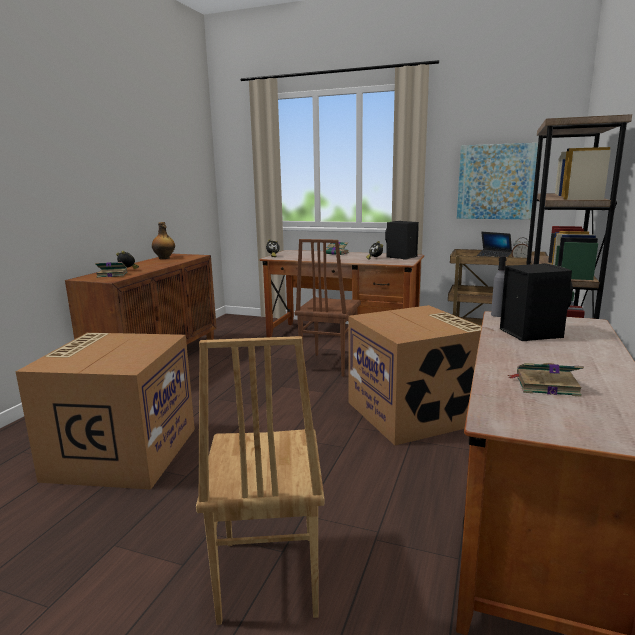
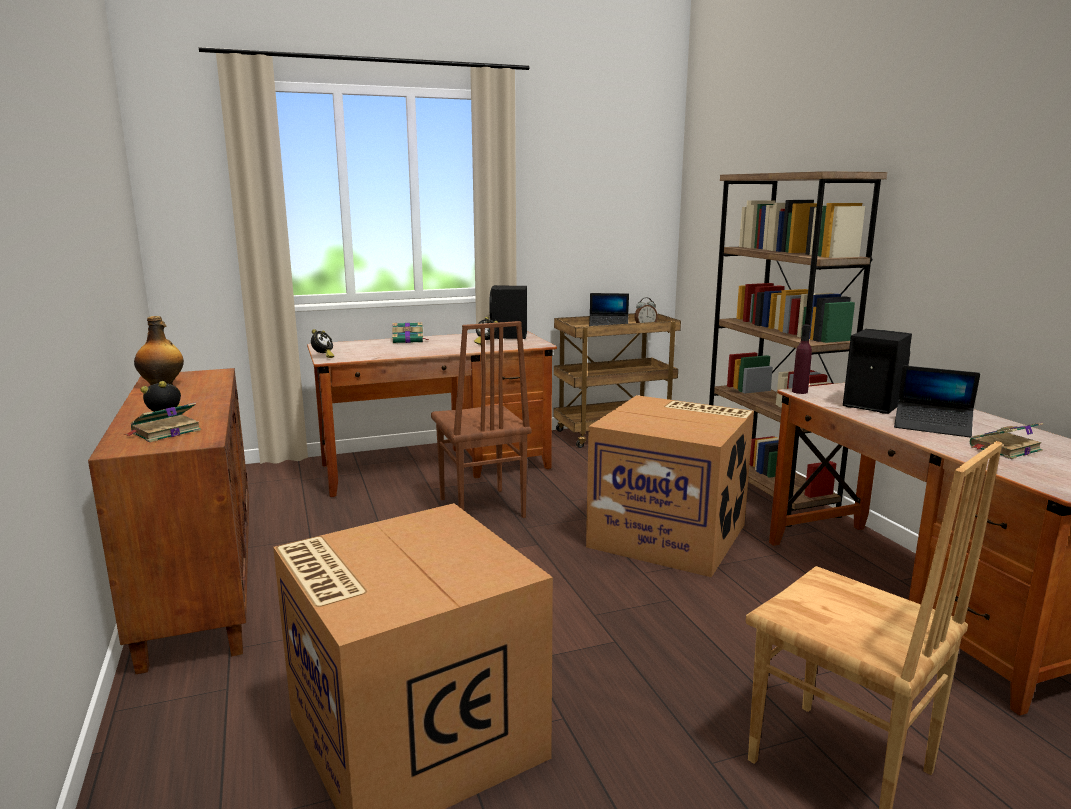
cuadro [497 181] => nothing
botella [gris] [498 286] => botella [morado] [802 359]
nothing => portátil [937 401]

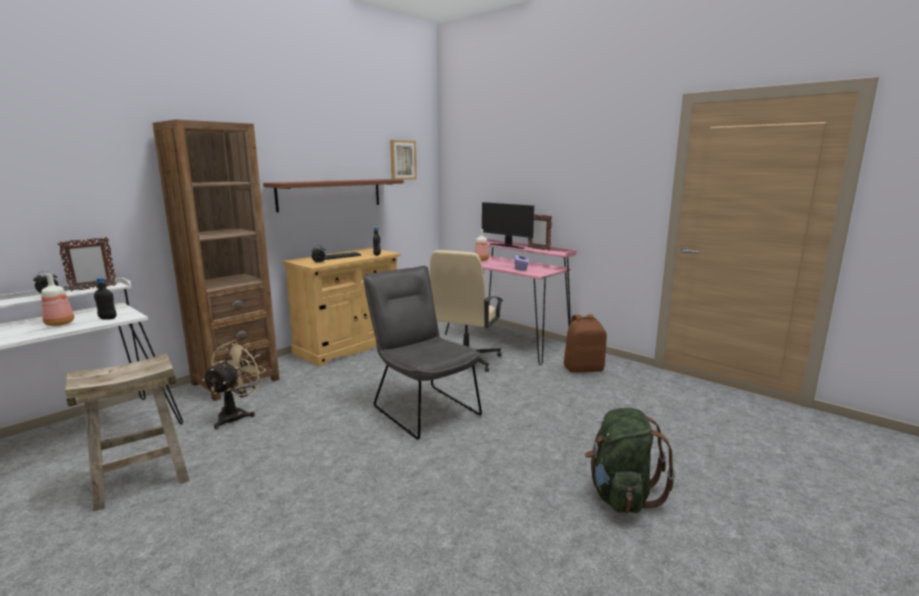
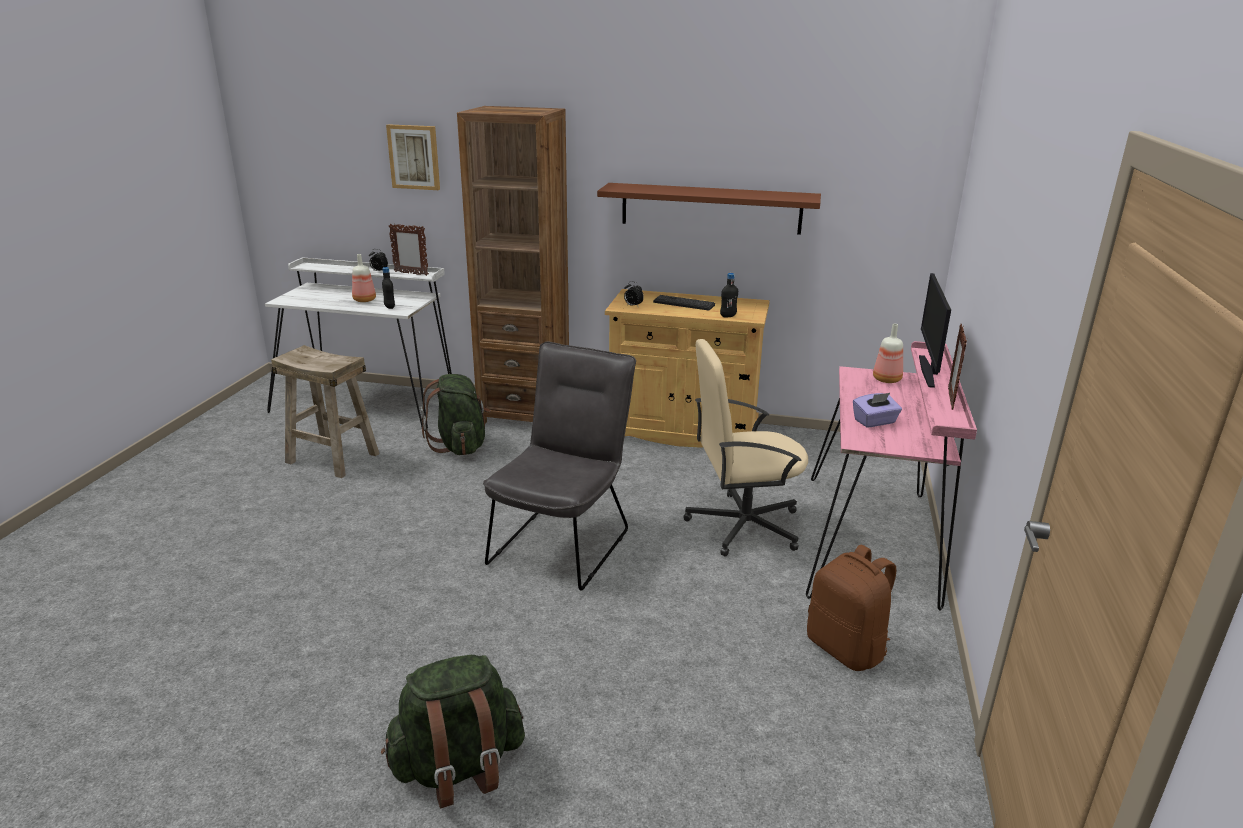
cuadro [403 160] => cuadro [413 157], move
ventilador [beis] [234 384] => mochila [verde] [456 414]

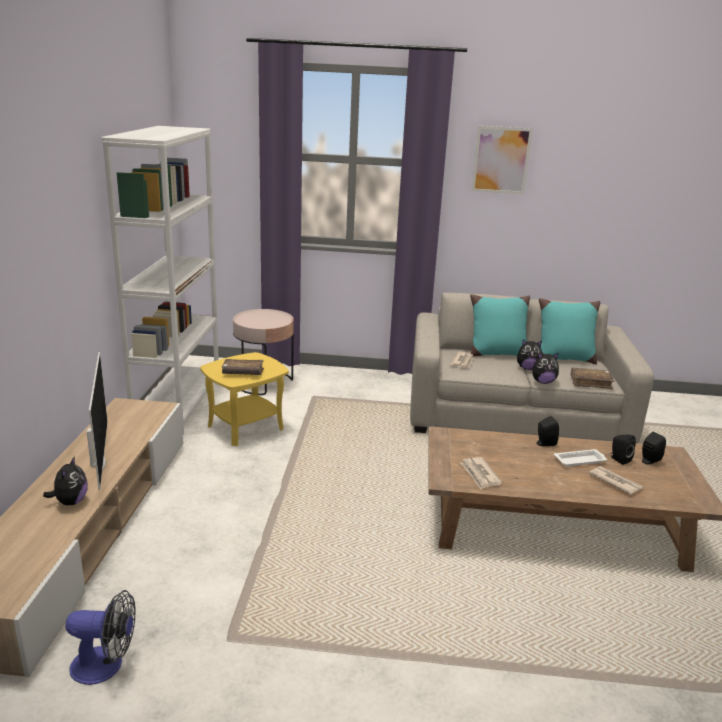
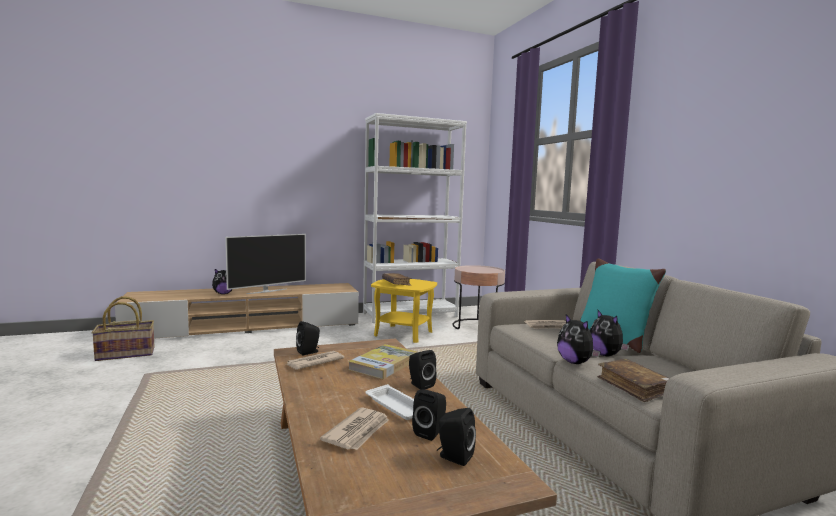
cuadro [502 160] => nothing
cojín [turquesa] [569 331] => nothing
ventilador [100 637] => cesta [123 328]
nothing => altavoz [negro] [308 338]
nothing => libro [383 361]

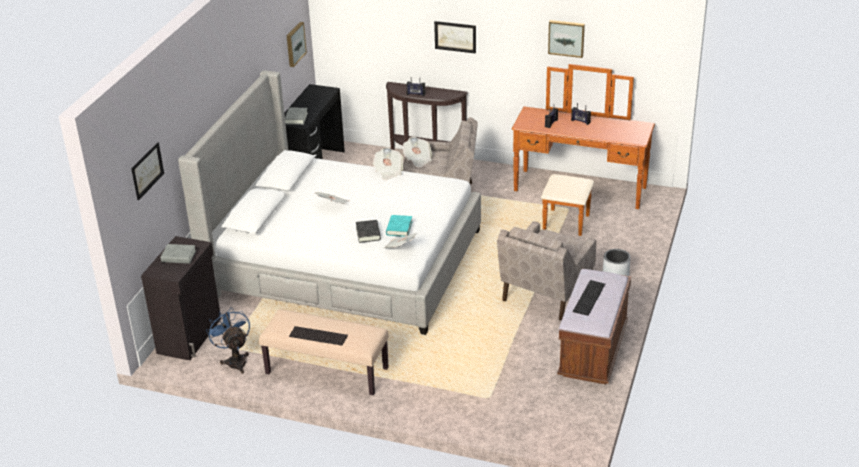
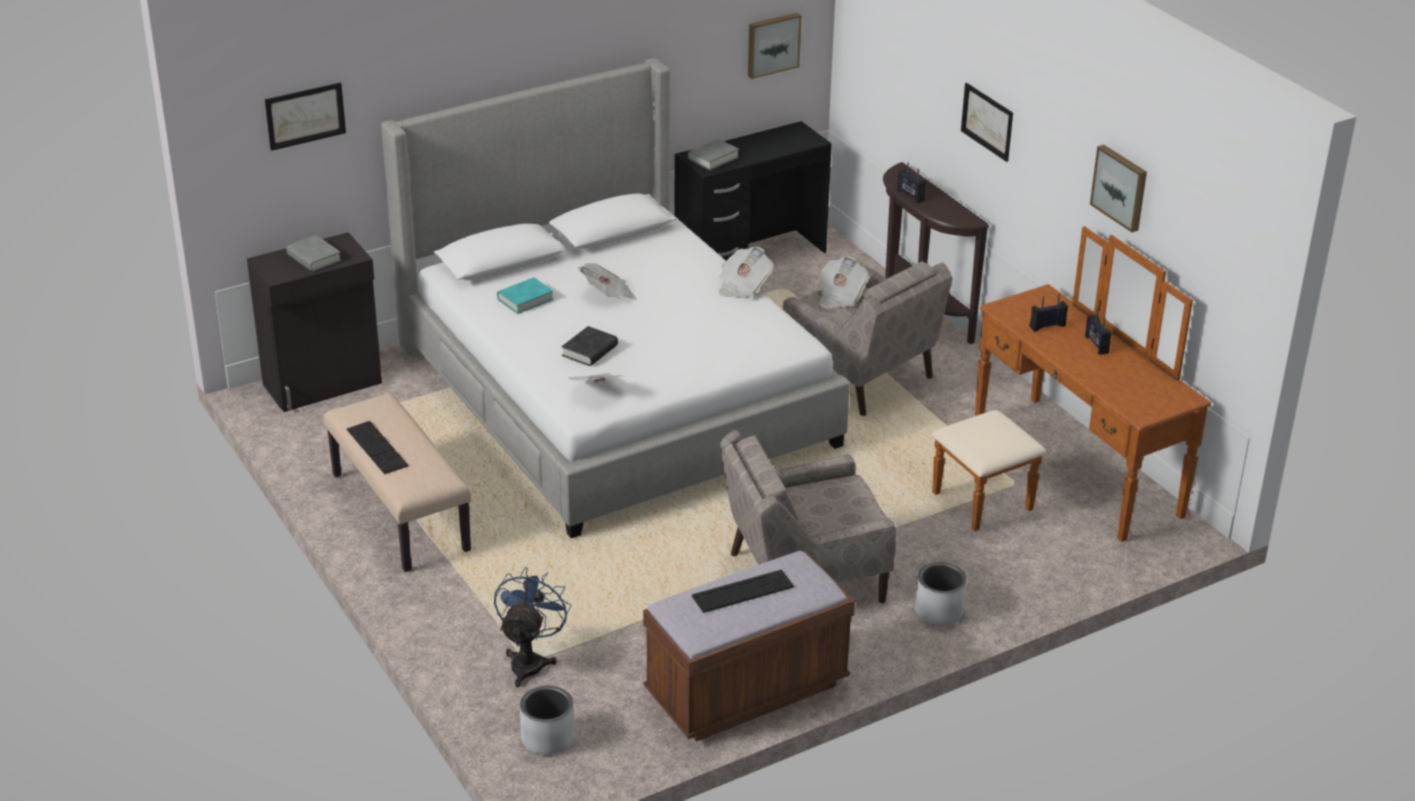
libro [turquesa] [399 226] => libro [turquesa] [525 296], move
ventilador [azul] [228 340] => ventilador [azul] [532 627], move
nothing => maceta [gris] [547 720]

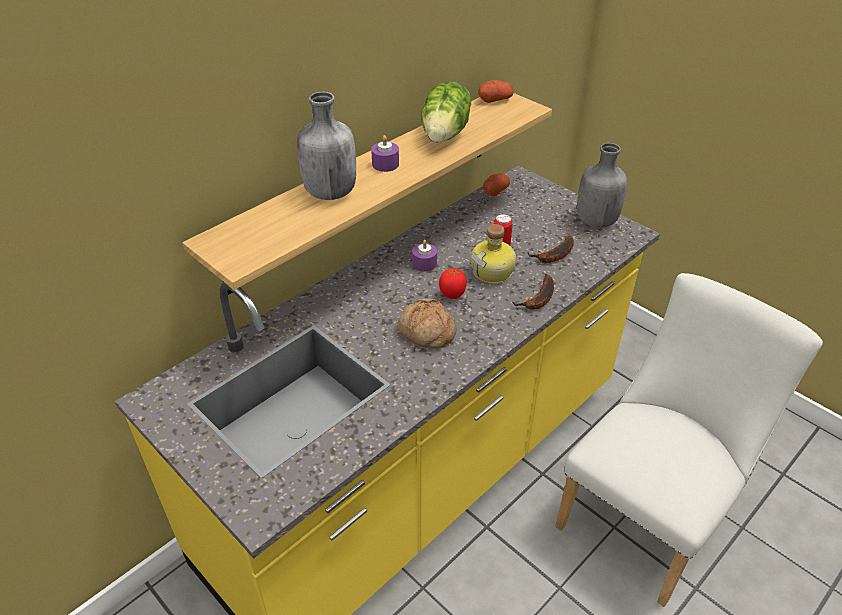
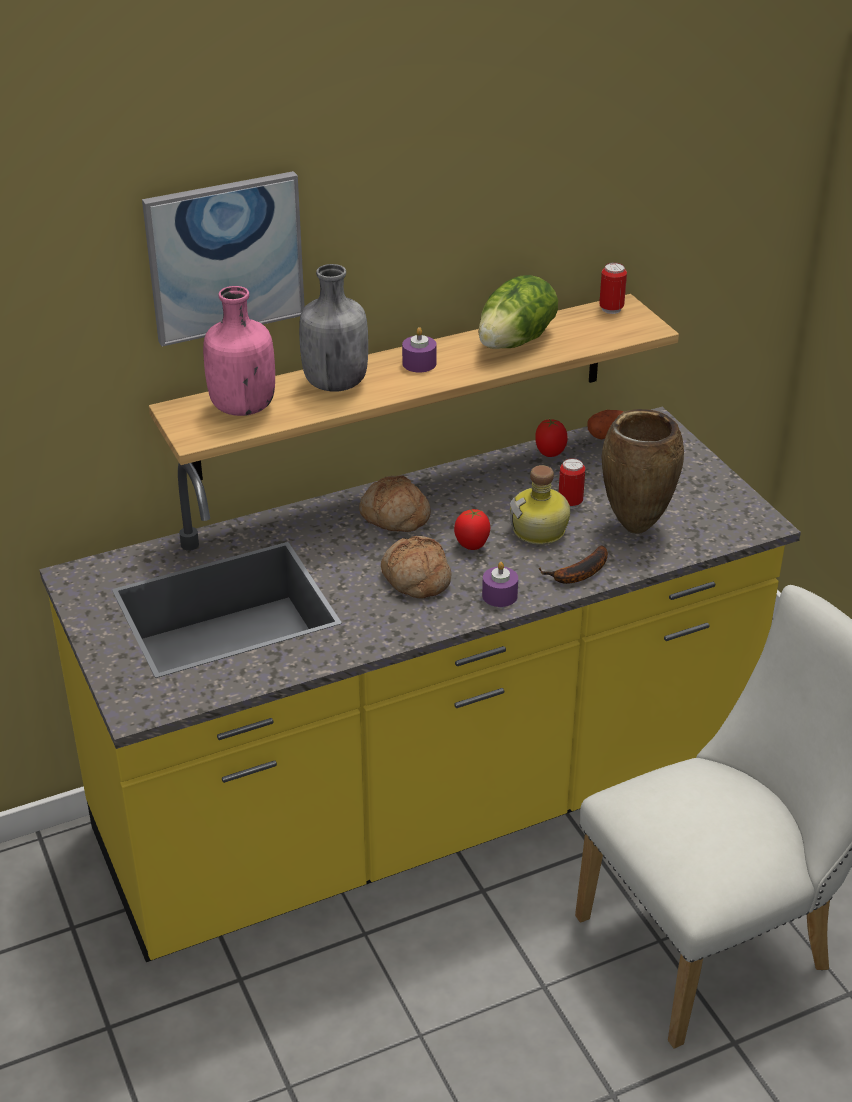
patata [496 91] => lata [613 288]
botella [gris] [602 185] => nothing
plátano [550 249] => florero [marrón] [642 471]
vela [morado] [424 256] => vela [morado] [500 584], move
nothing => cuadro [223 258]
nothing => botella [rosa] [239 351]
nothing => tomate [551 438]
nothing => pan [395 503]

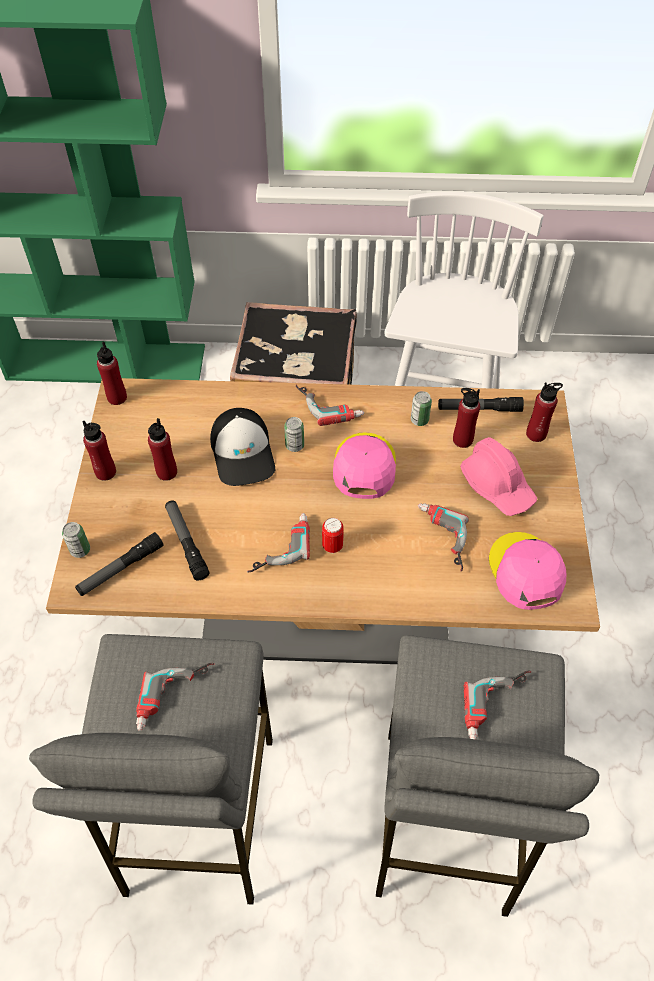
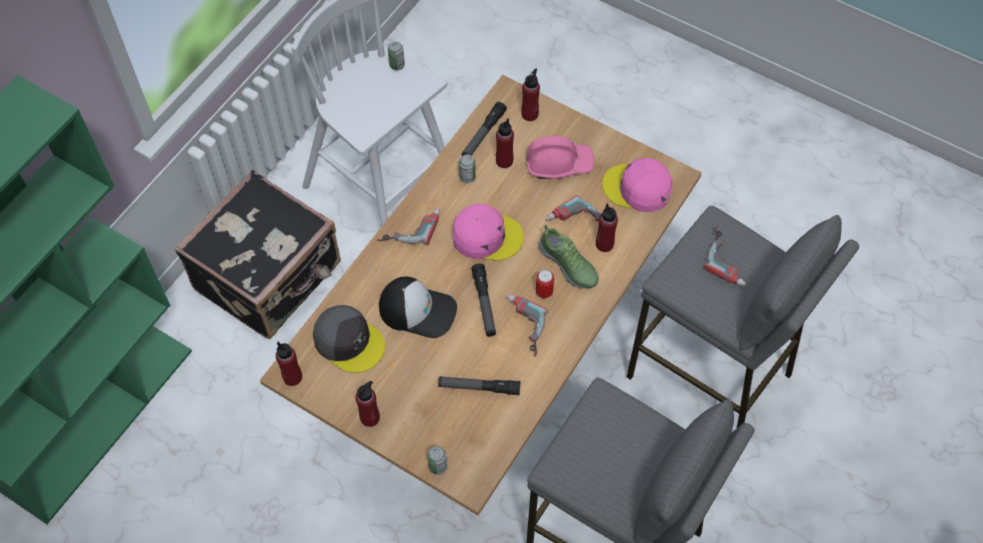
lata [294 434] => lata [396 55], move
botella [rojo] [162 449] => botella [rojo] [607 227], move
gorra [rosa] [364 465] => gorra [rosa] [488 232], 150 degrees clockwise
linterna [119 564] => linterna [483 300], move
taladro [175 697] => nothing
nothing => zapato [568 257]
nothing => gorra [gris] [349 339]

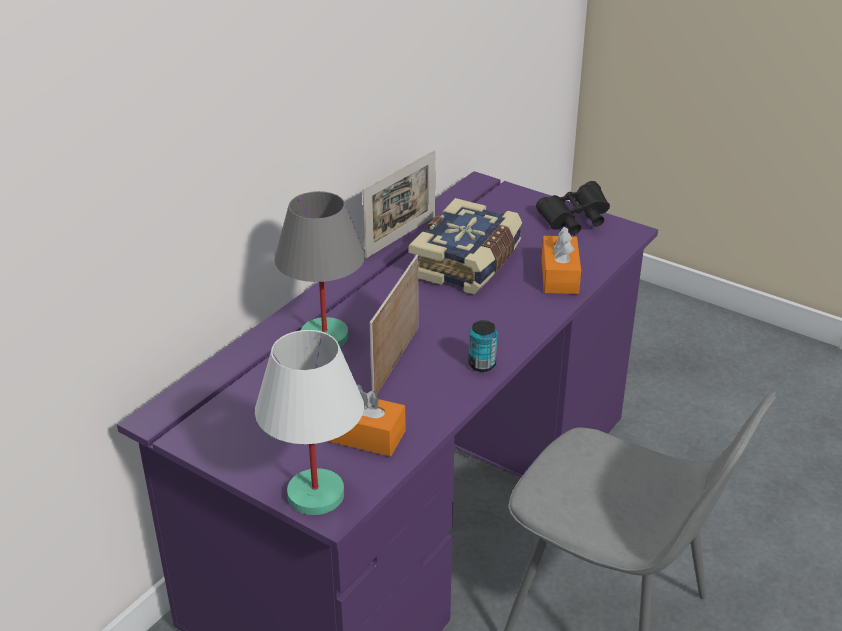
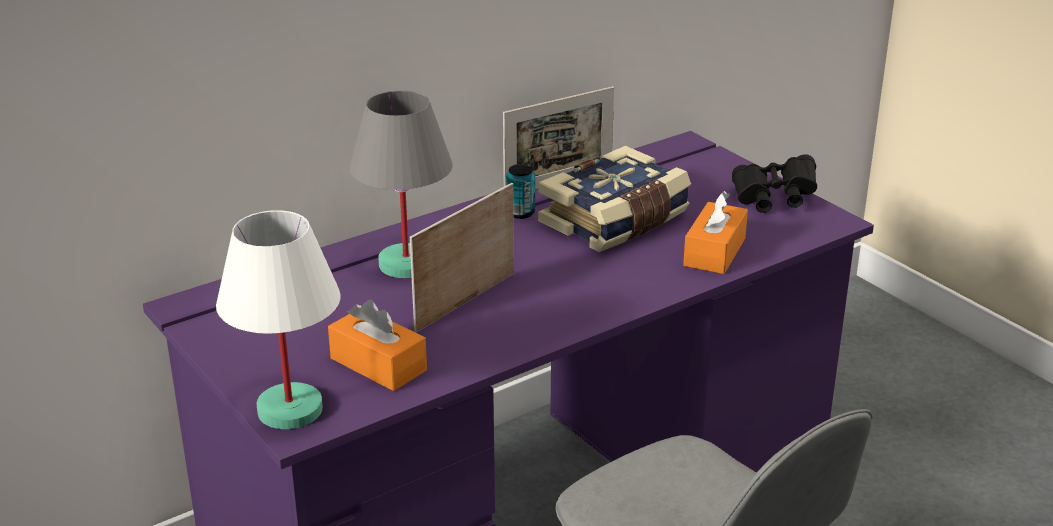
lata [483 346] => lata [520 191], move

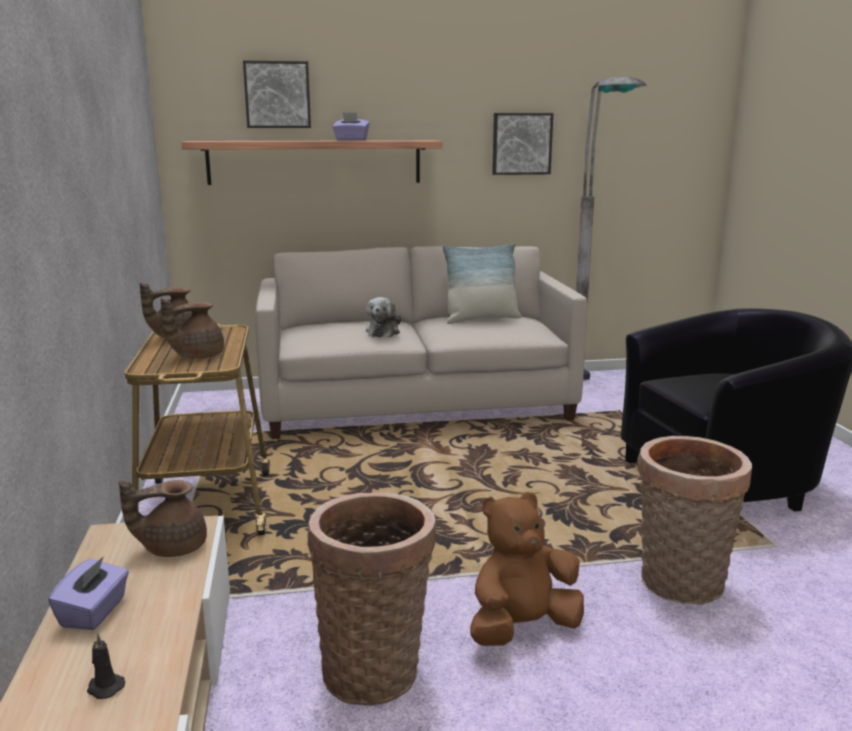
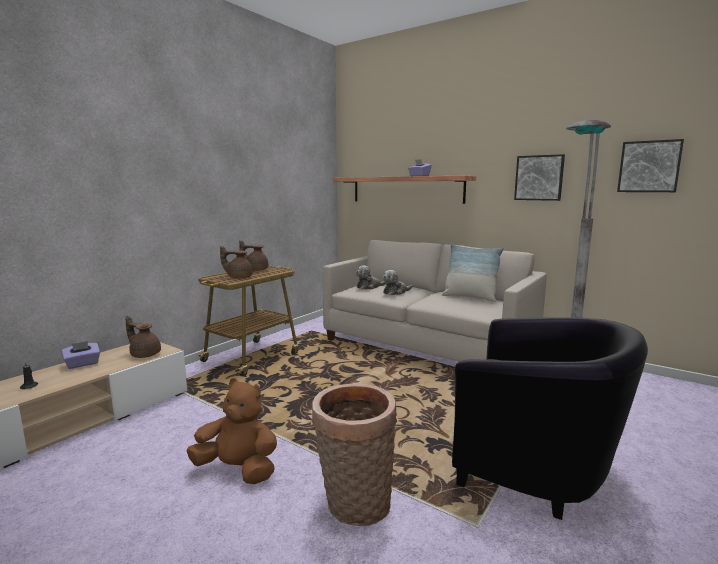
cuadro [277 94] => cuadro [650 165], move
cesta [371 599] => nothing
nothing => peluche [371 277]

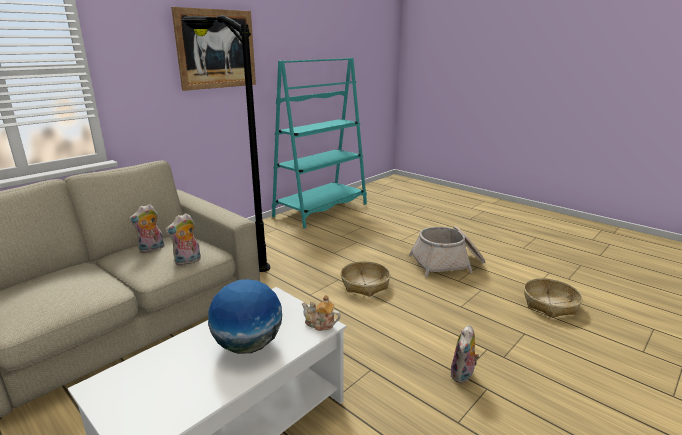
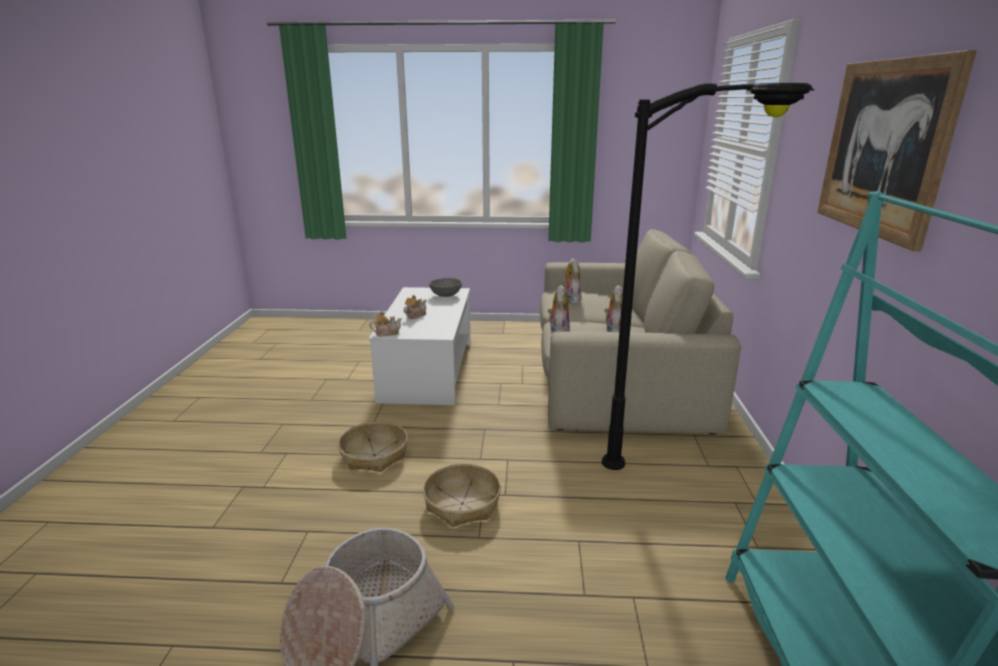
cesta [553 298] => cesta [373 447], move
globo terráqueo [245 316] => tetera [415 307]
peluche [465 354] => peluche [572 281], move
nothing => cuenco [gris] [445 287]

